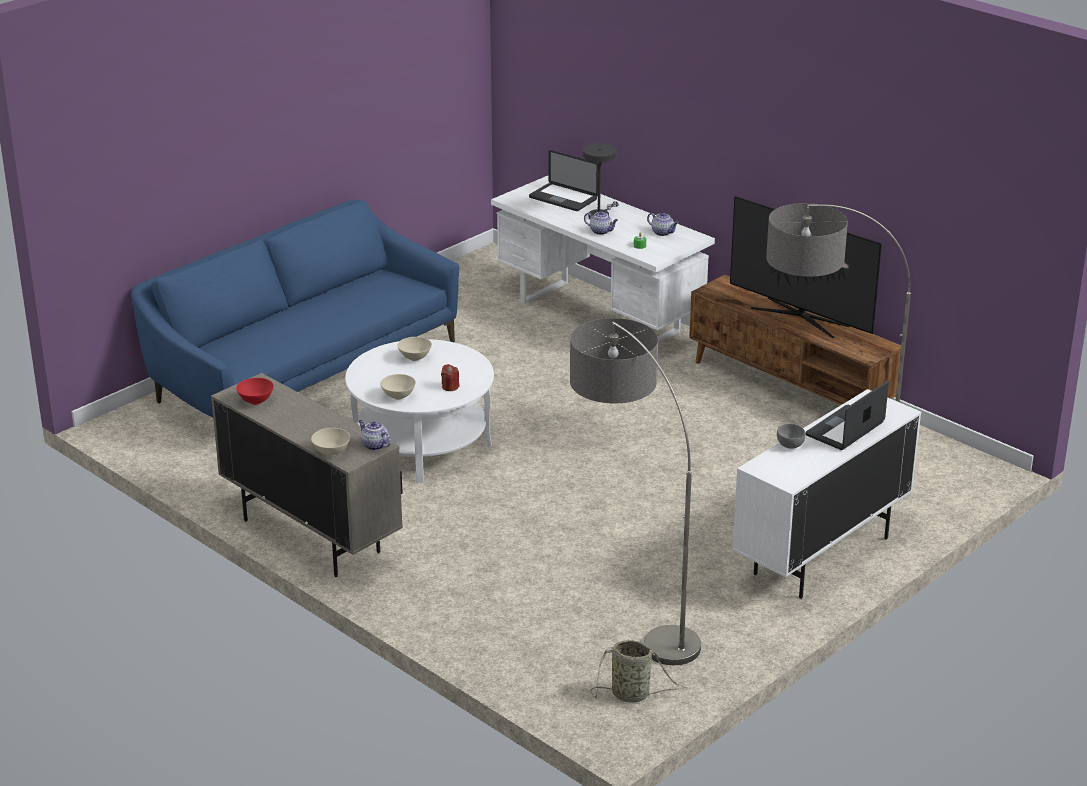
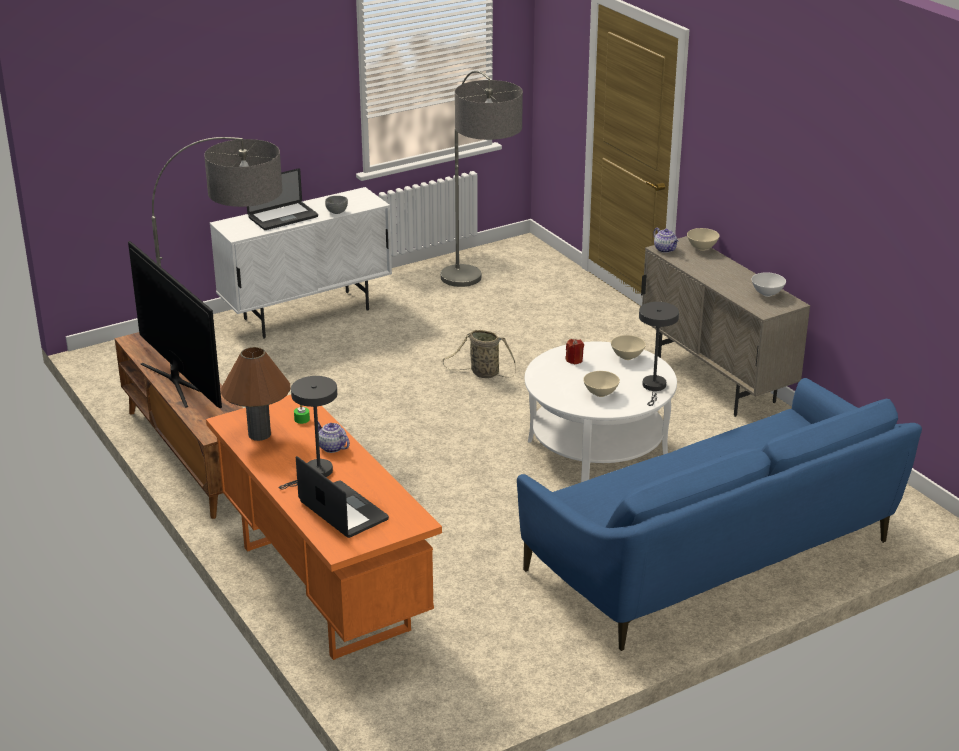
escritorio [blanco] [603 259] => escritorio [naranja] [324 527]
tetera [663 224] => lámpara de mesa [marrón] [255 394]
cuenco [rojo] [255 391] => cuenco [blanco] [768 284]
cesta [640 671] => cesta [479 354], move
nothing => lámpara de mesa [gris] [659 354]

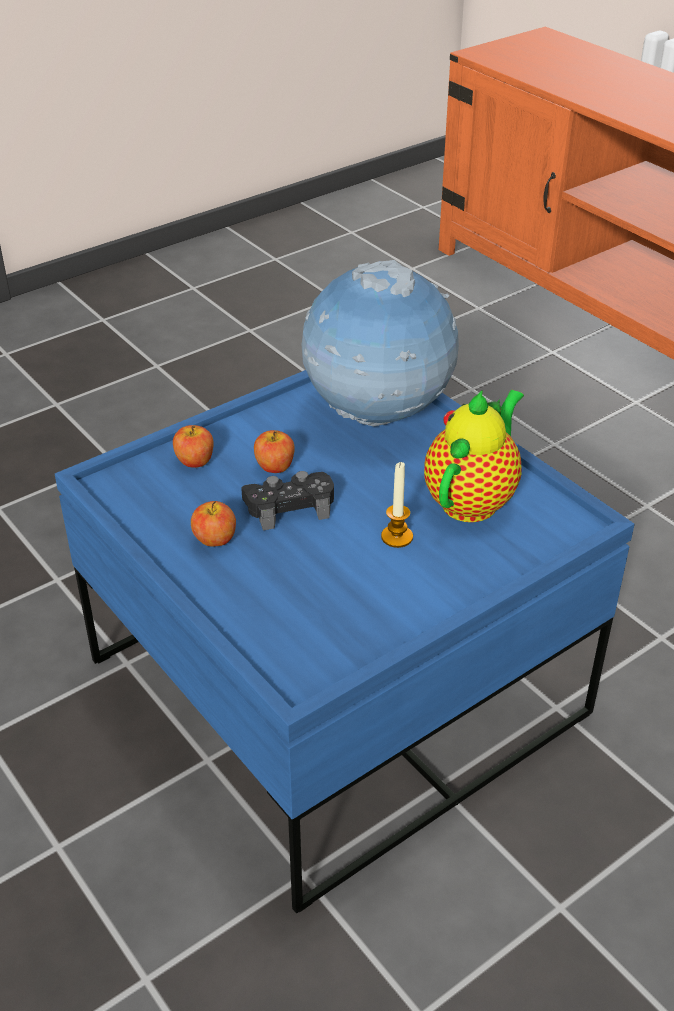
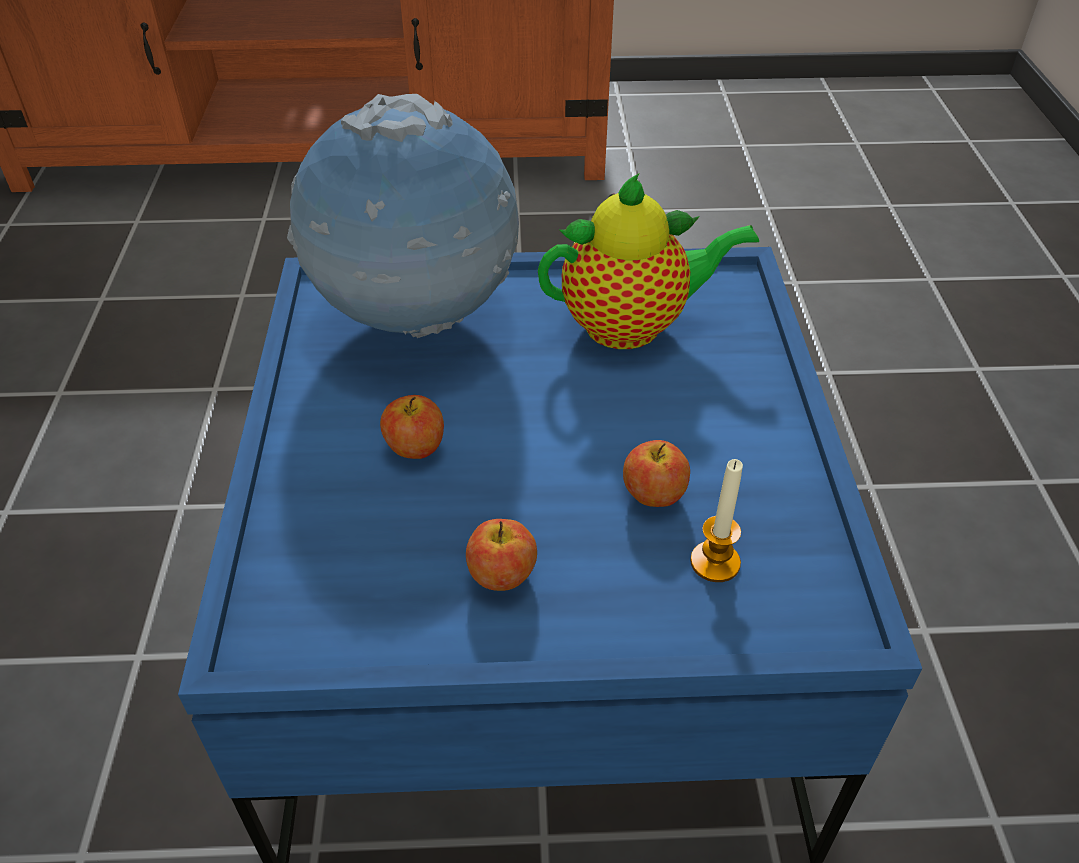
tetera [474 455] => tetera [648 261], 105 degrees clockwise
manzana [193 446] => manzana [656 473], move
vela [397 505] => vela [716 520], move
mando de consola [negro] [287 501] => nothing

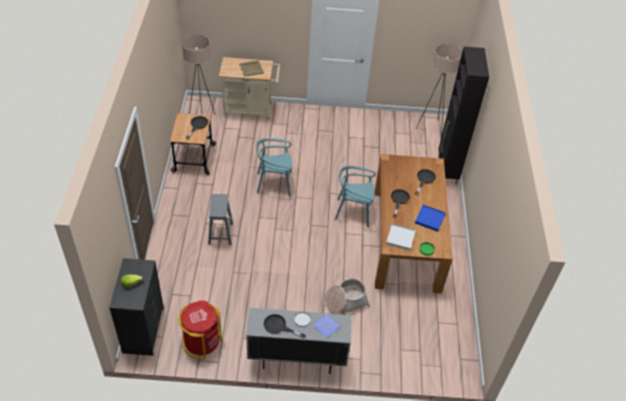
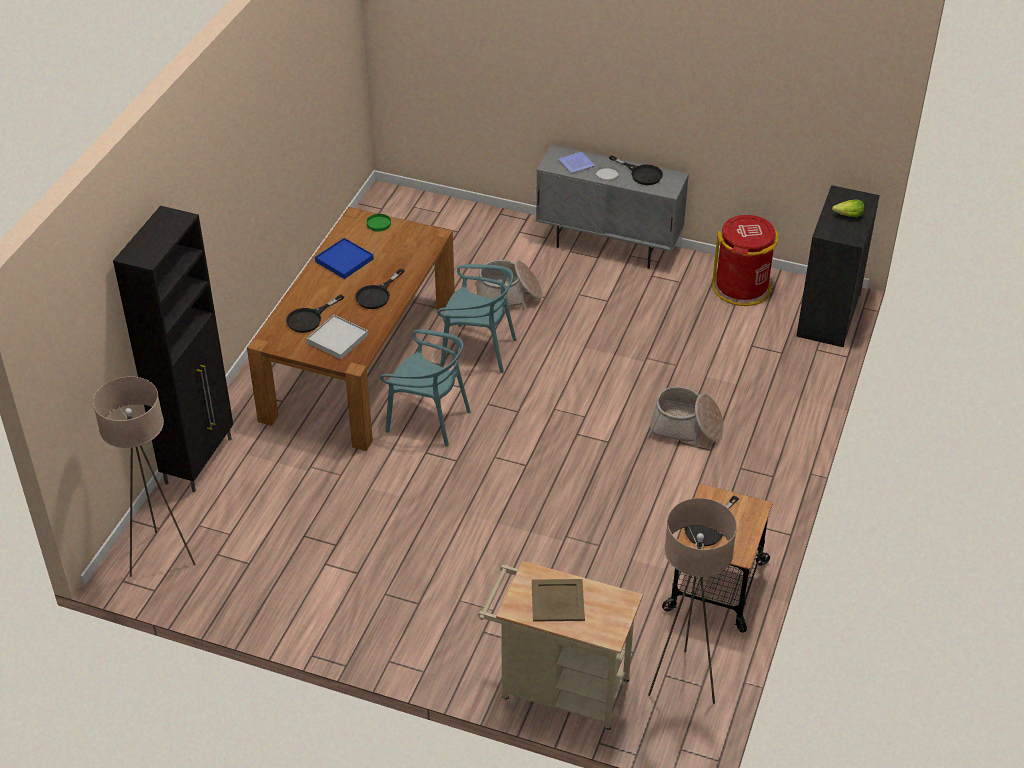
silla [turquesa] [274 167] => silla [turquesa] [476 318], move
taburete [gris] [220 219] => cesta [685 417]
bandeja [blanco] [401 237] => bandeja [blanco] [337 337], move

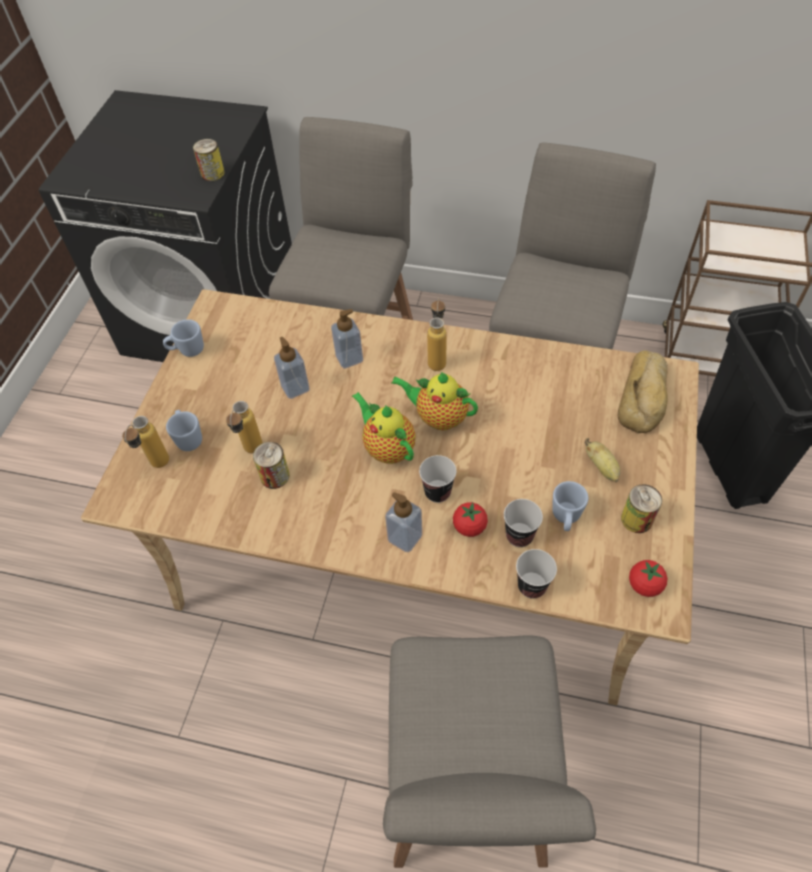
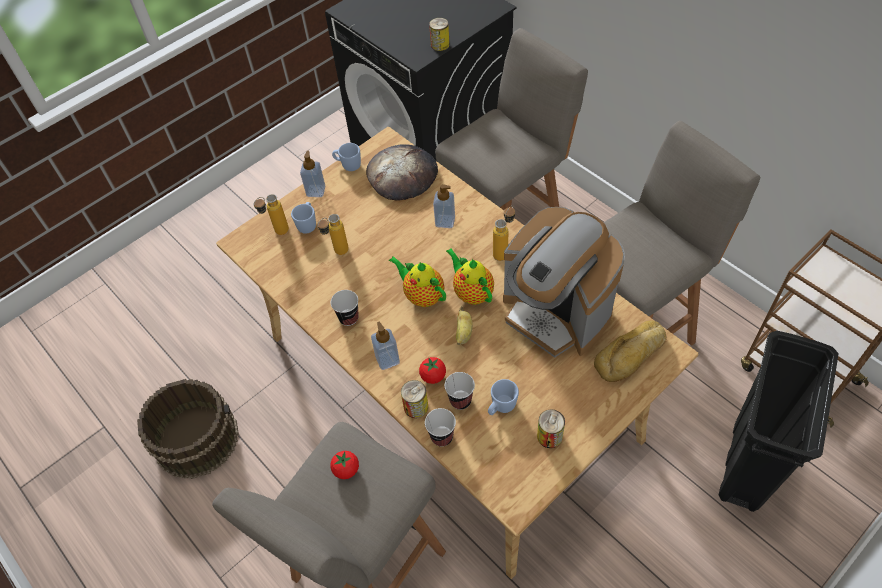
dispensador de jabón [292 368] => dispensador de jabón [312 174], move
tetera [384 428] => tetera [417 281], 45 degrees counterclockwise
plátano [602 460] => plátano [464 325], move
lata [271 465] => lata [414 399], move
taza [437 479] => taza [345 308], move
tomate [648 578] => tomate [344 465], move
nothing => pan [402 172]
nothing => cafetera [564 282]
nothing => cubo [marrón] [188 429]

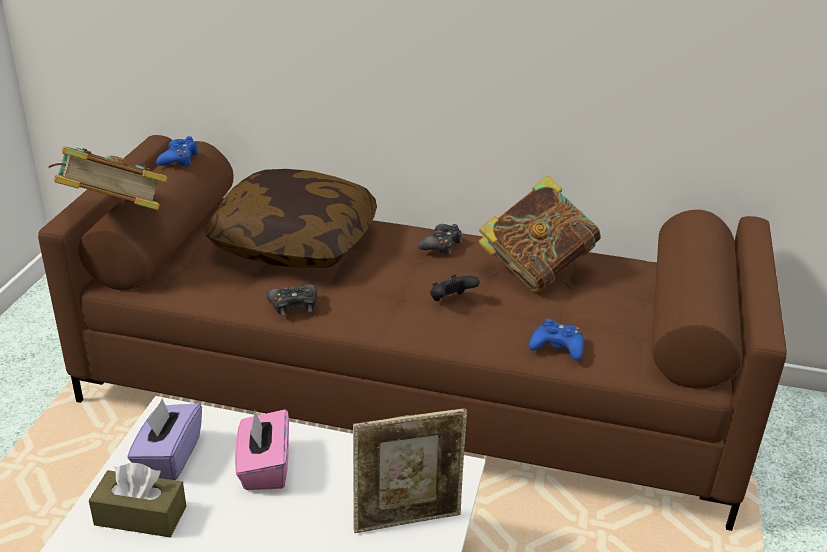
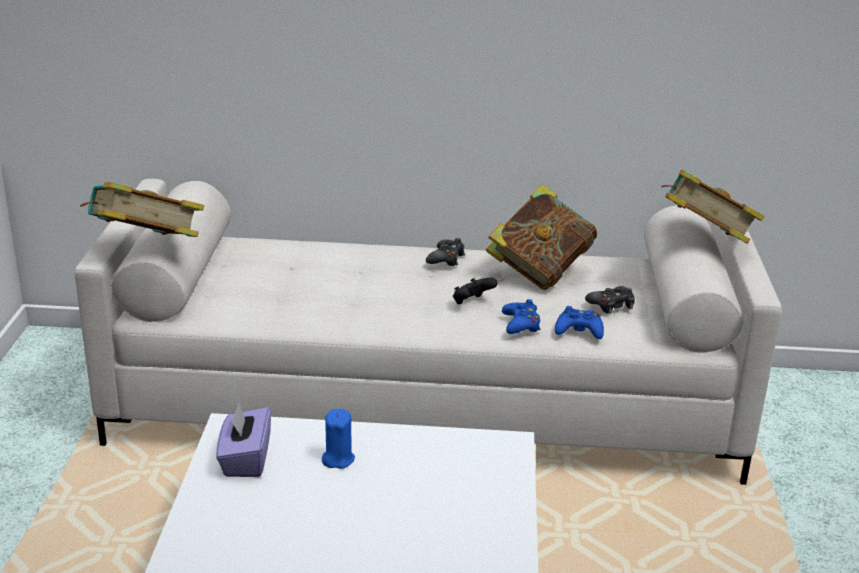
sofá [marrón] [412 333] => sofá [blanco] [428 332]
mando de consola [azul] [177 151] => mando de consola [azul] [521 316], move
cojín [291 218] => nothing
mando de consola [negro] [291 299] => mando de consola [negro] [610 300], move
portarretratos [410 470] => nothing
caja de pañuelos [rosa] [262 449] => vela [azul] [338 439]
caja de pañuelos [marrón] [137 500] => nothing
nothing => libro [713 207]

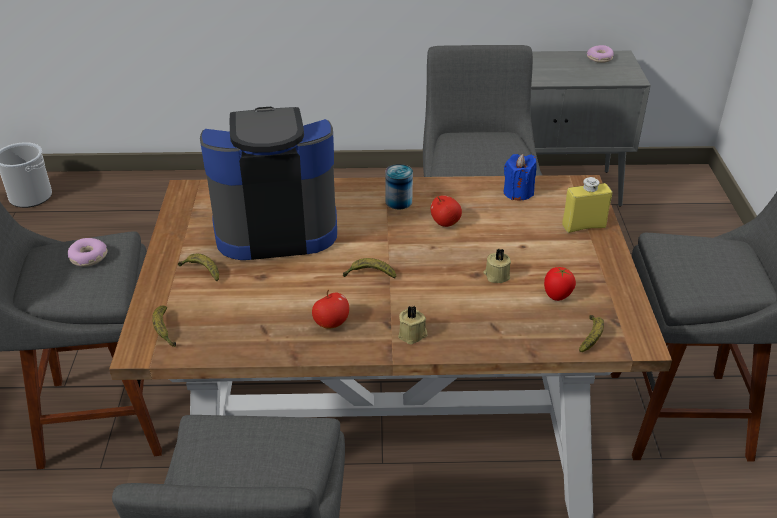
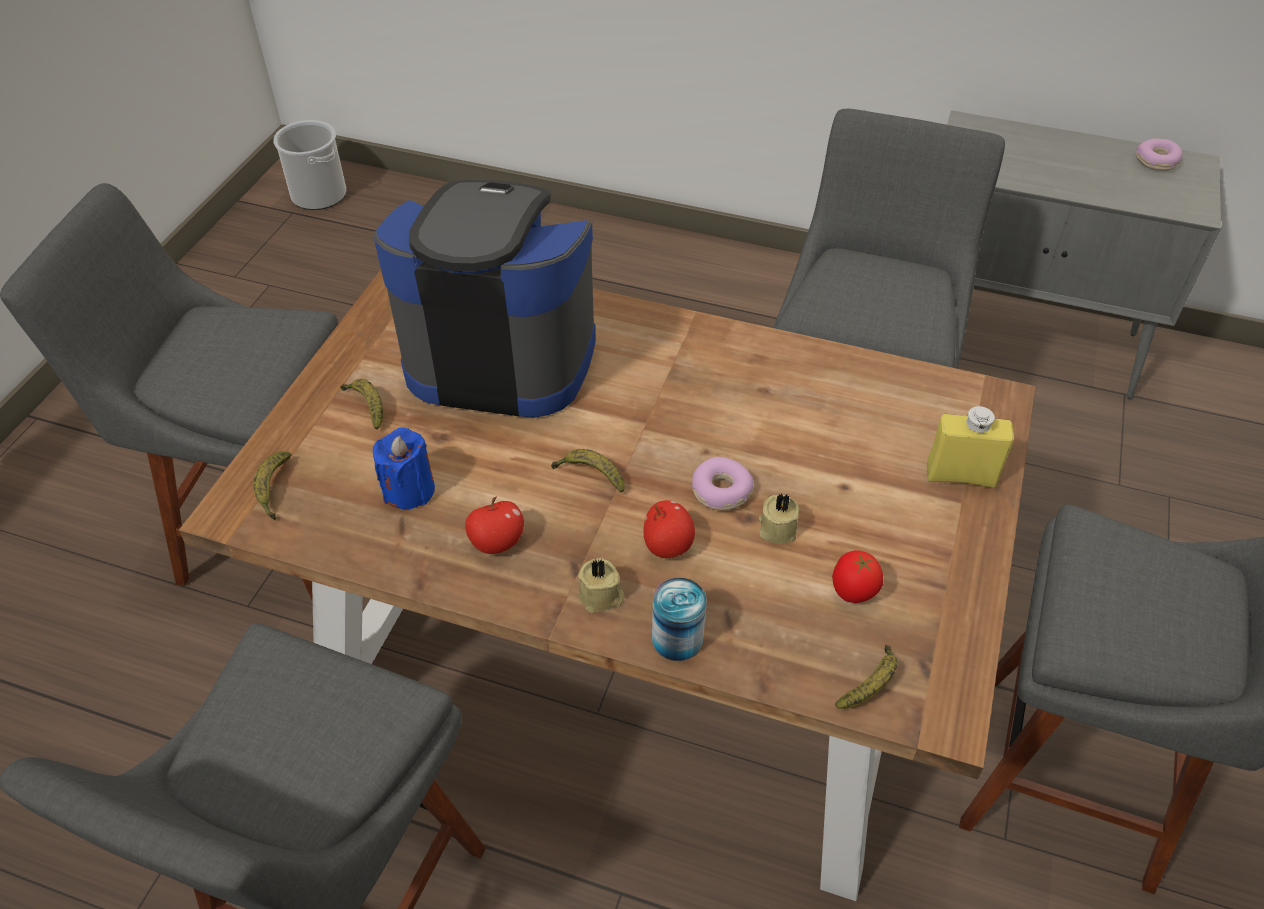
vela [azul] [520 177] => vela [azul] [404 468], move
lata [399 186] => lata [679 619], move
manzana [446 211] => manzana [669 529], move
rosquilla [87 252] => rosquilla [723 483], move

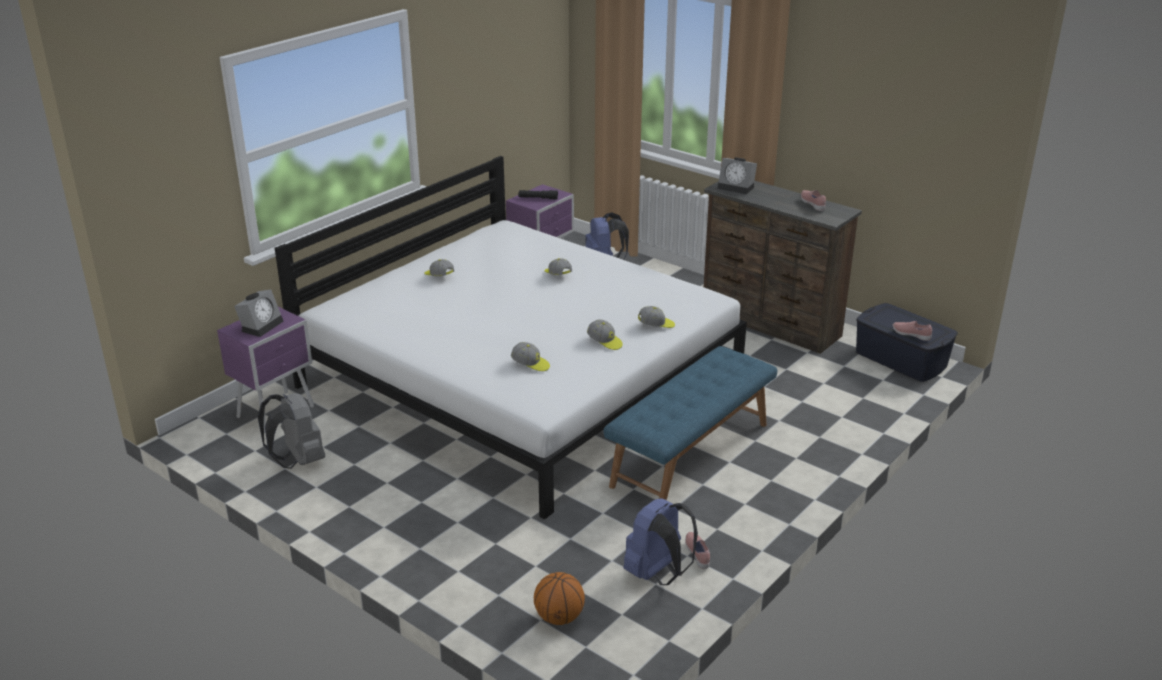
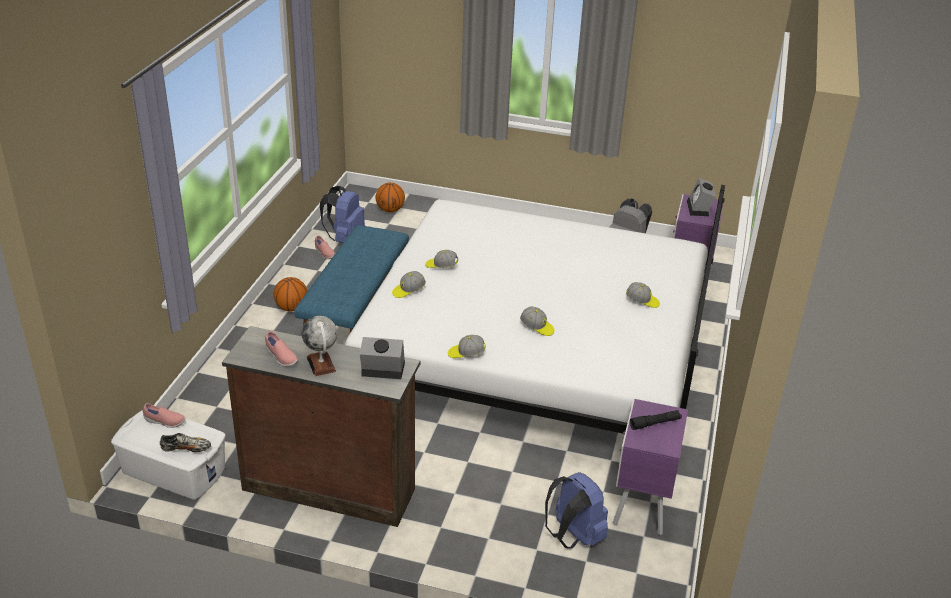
caja de almacenaje [azul] [907 342] => caja de almacenaje [blanco] [168 455]
gorra [530 356] => gorra [467 346], move
nothing => balón de baloncesto [290 294]
nothing => globo terráqueo [319 346]
nothing => zapato [185 442]

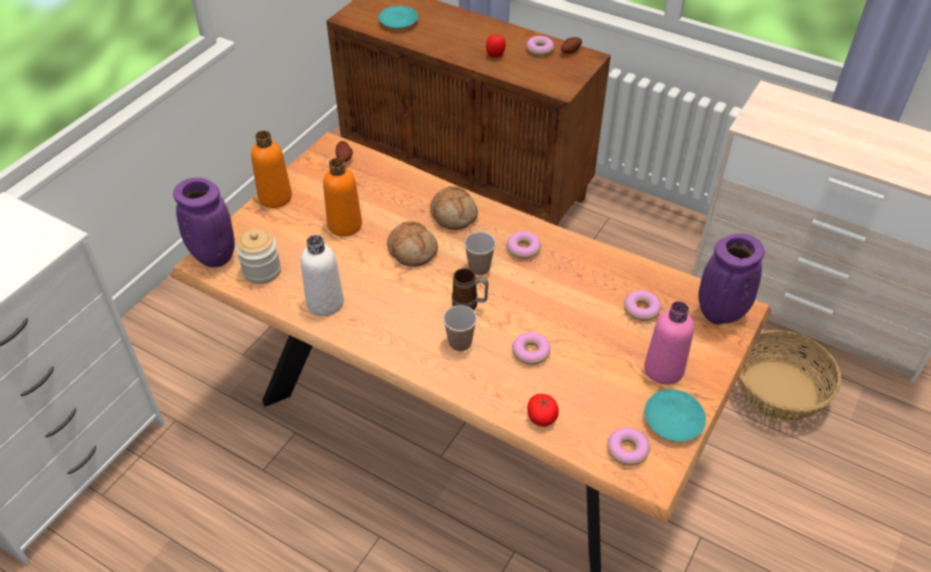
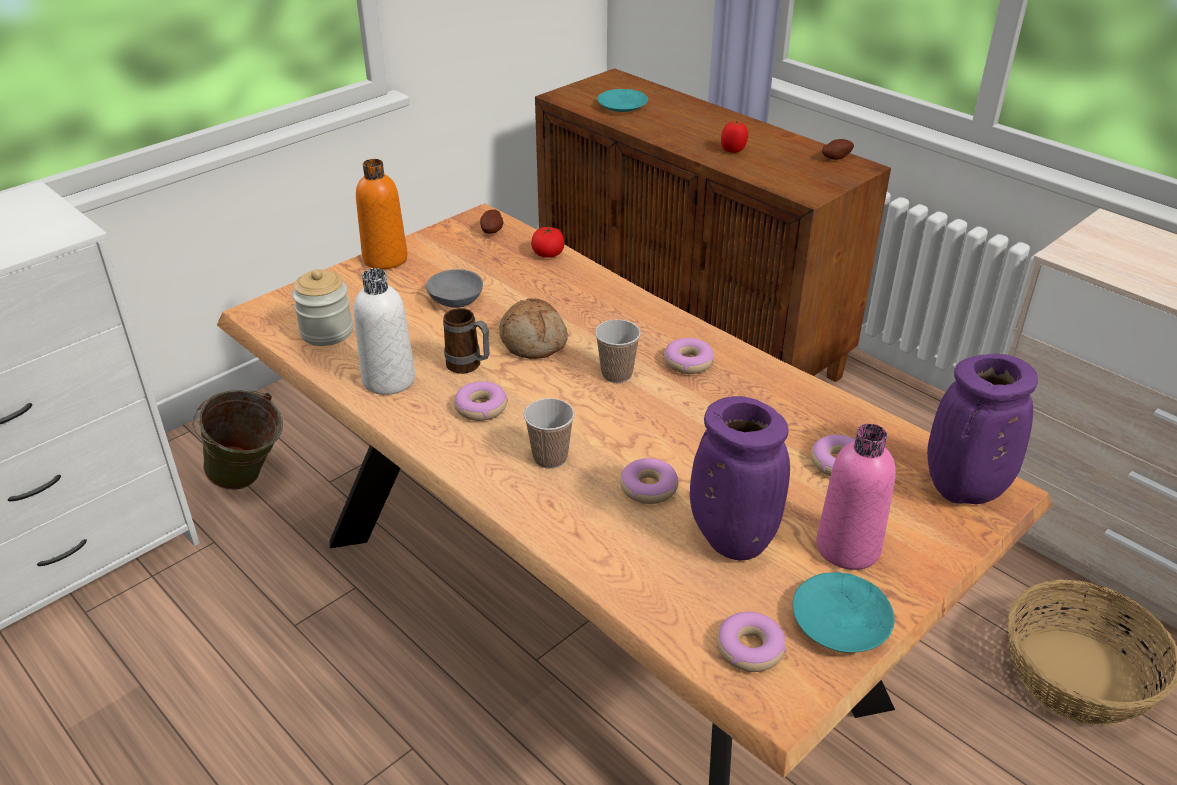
rosquilla [540 46] => rosquilla [481 401], move
botella [naranja] [342 197] => cuenco [gris] [454 288]
florero [morado] [204 222] => florero [morado] [740 478], move
pan [454 208] => nothing
taza grande [470 289] => taza grande [466 341], move
tomate [543 410] => tomate [547 242], move
nothing => cubo [verde] [238 439]

